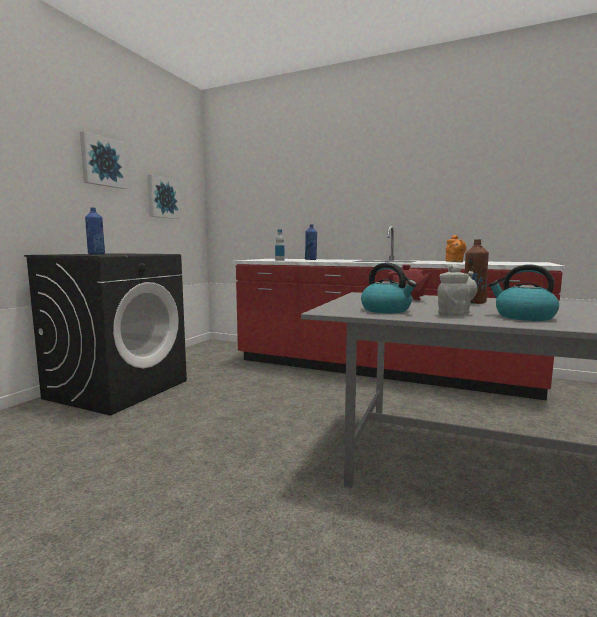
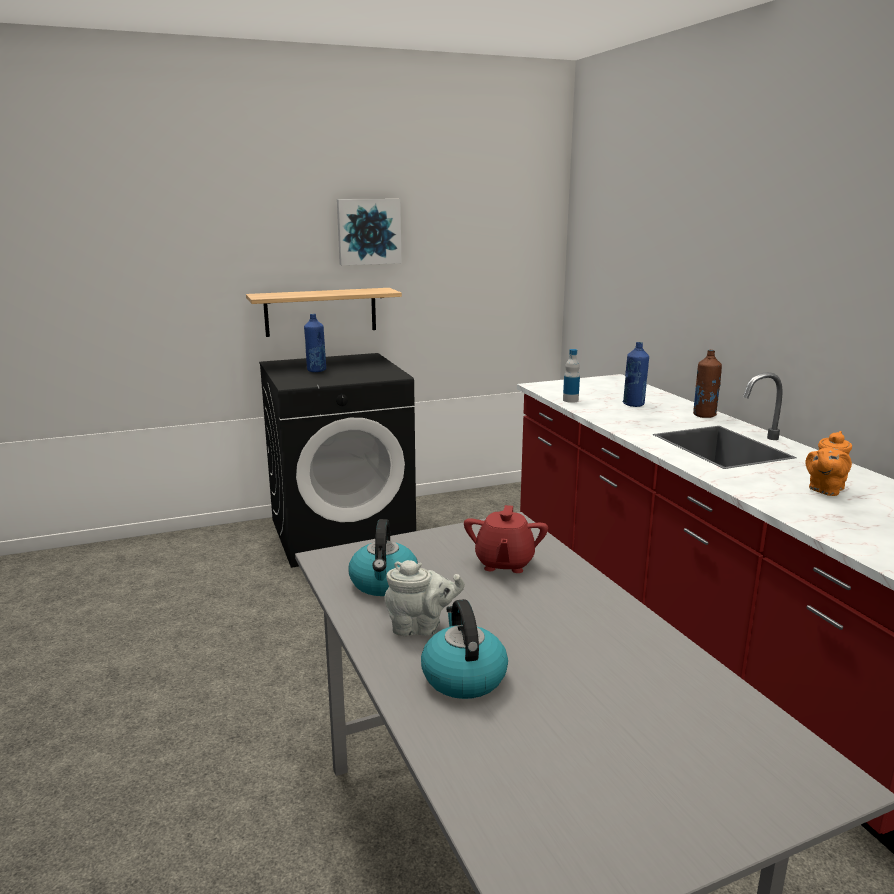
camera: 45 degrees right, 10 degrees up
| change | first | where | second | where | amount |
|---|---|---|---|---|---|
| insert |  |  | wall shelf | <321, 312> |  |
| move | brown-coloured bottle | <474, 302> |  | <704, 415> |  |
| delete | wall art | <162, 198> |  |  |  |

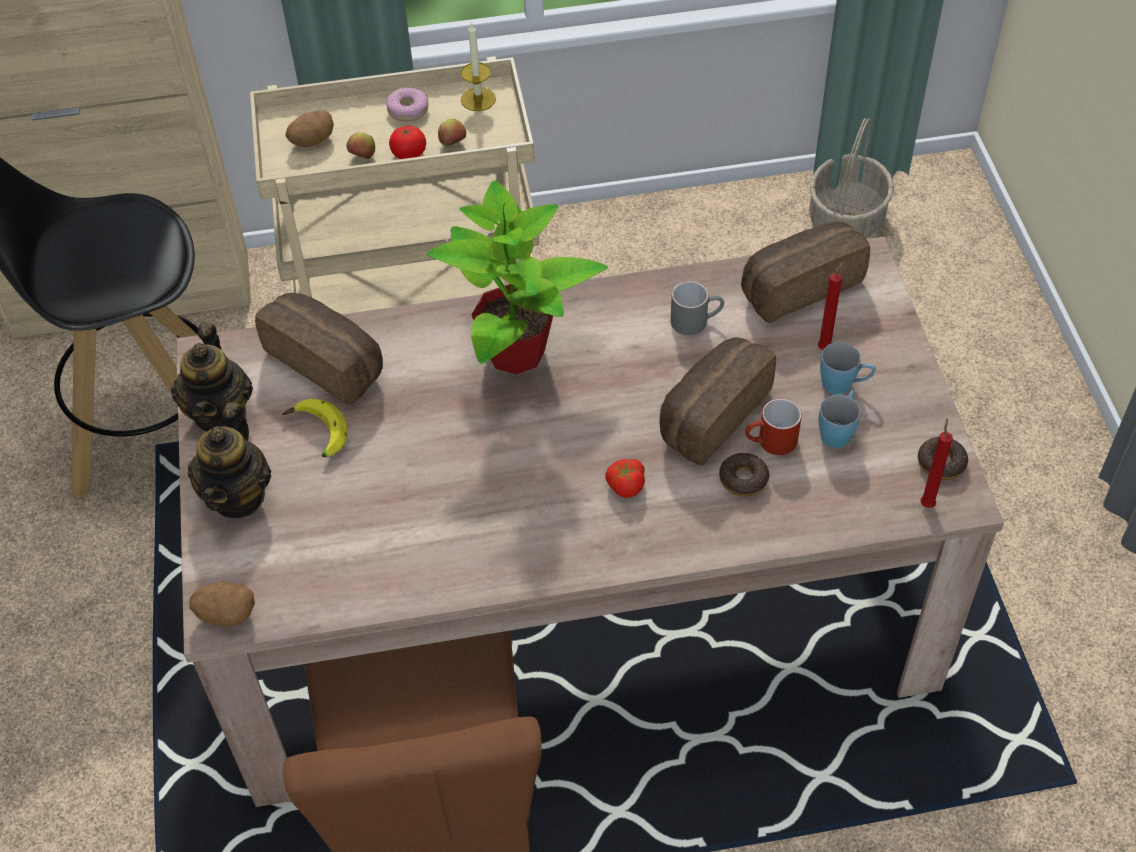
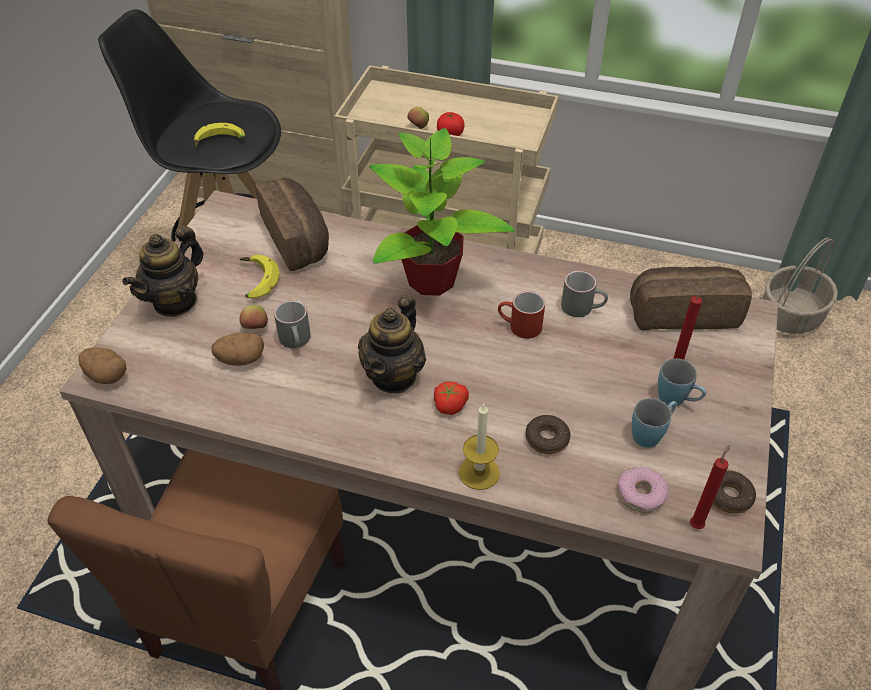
camera: 25 degrees right, 5 degrees down
| change | first | where | second | where | amount |
|---|---|---|---|---|---|
| insert |  |  | banana | <220, 142> |  |
| move | spud | <312, 141> |  | <240, 359> |  |
| move | whole apple | <453, 144> |  | <255, 328> |  |
| insert |  |  | grey coffee mug | <297, 341> |  |
| move | tea pot | <221, 413> |  | <394, 375> |  |
| move | wax candle | <478, 99> |  | <479, 472> |  |
| move | reddish coffee mug | <771, 443> |  | <519, 327> |  |
| move | ring doughnut | <408, 109> |  | <641, 494> |  |
| delete | baked bread | <710, 414> |  |  |  |

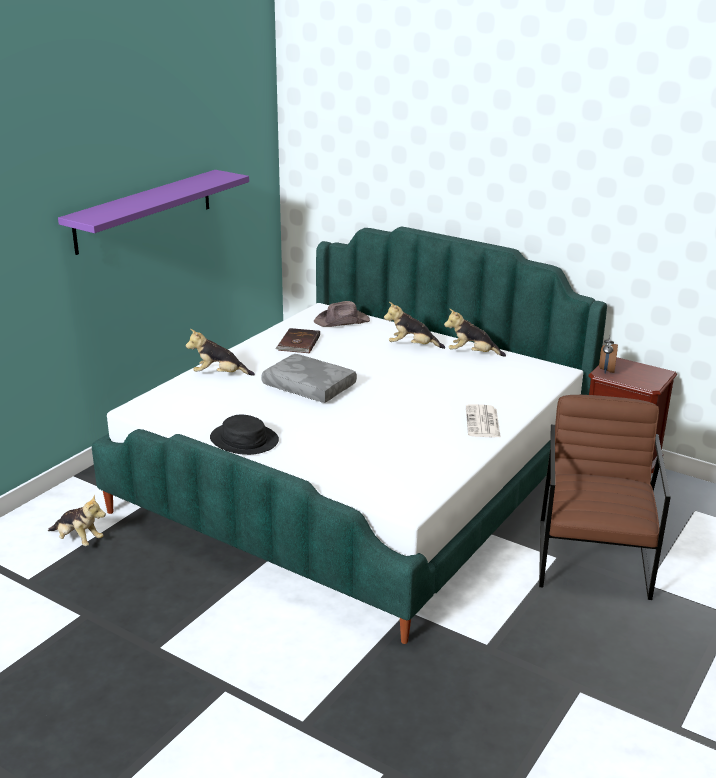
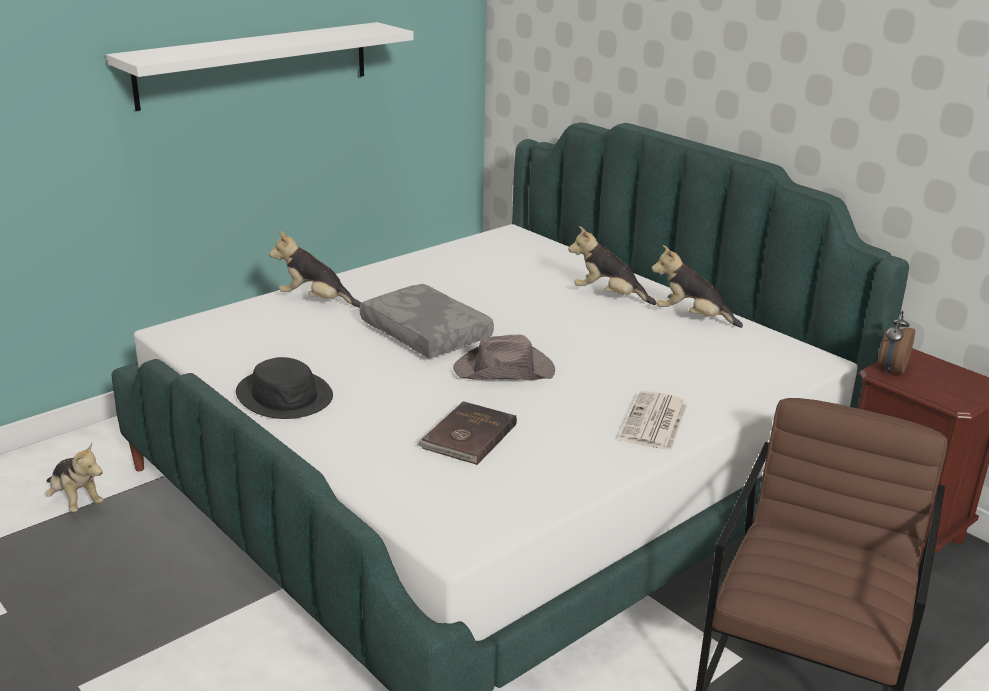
camera: 15 degrees right, 0 degrees up
| change | first | where | second | where | amount |
|---|---|---|---|---|---|
| recolor | purple wall shelf | <144, 210> | whitish wall shelf | <255, 64> |  |
| move | brown-coloured book | <298, 343> |  | <467, 436> |  |
| move | brown-coloured wearable hat | <342, 321> |  | <505, 371> |  |

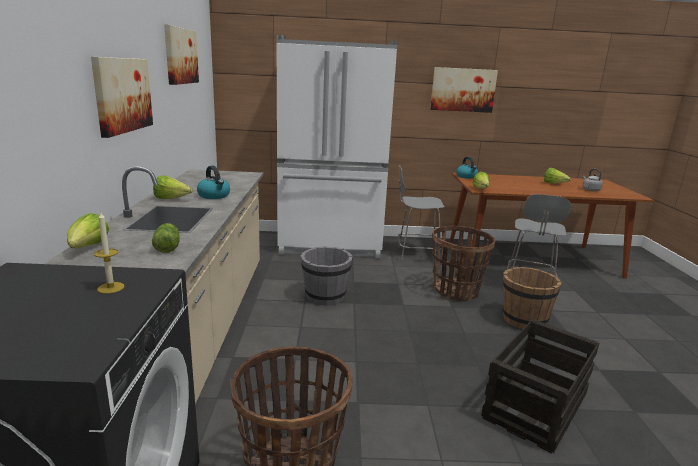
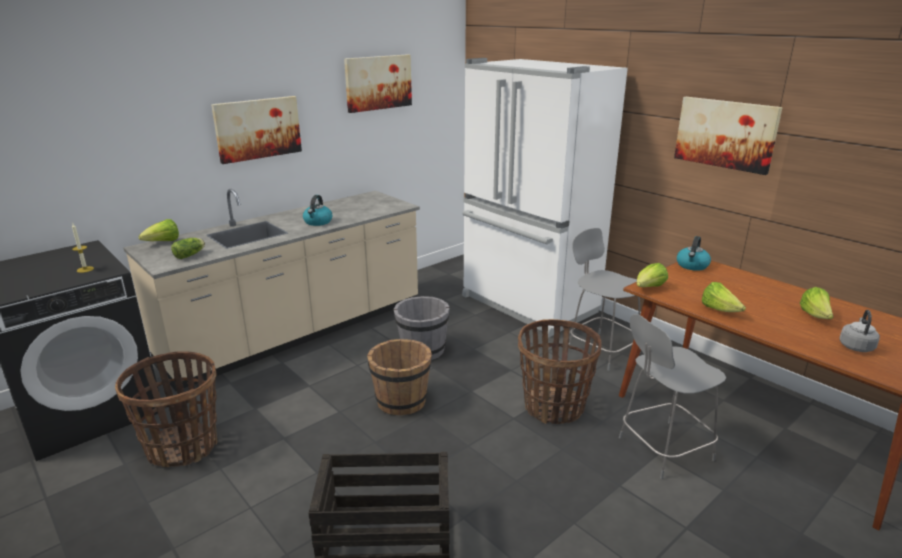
camera: 50 degrees right, 5 degrees up
| change | first | where | second | where | amount |
|---|---|---|---|---|---|
| move | brown-coloured bucket | <523, 320> |  | <401, 401> |  |
| move | lettuce head | <171, 199> |  | <719, 310> |  |

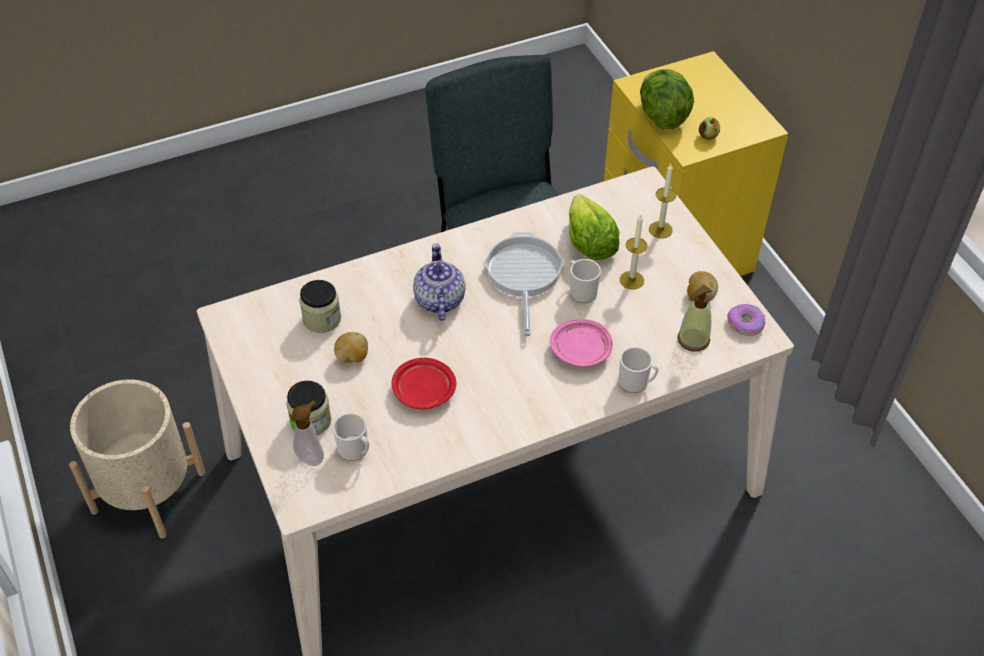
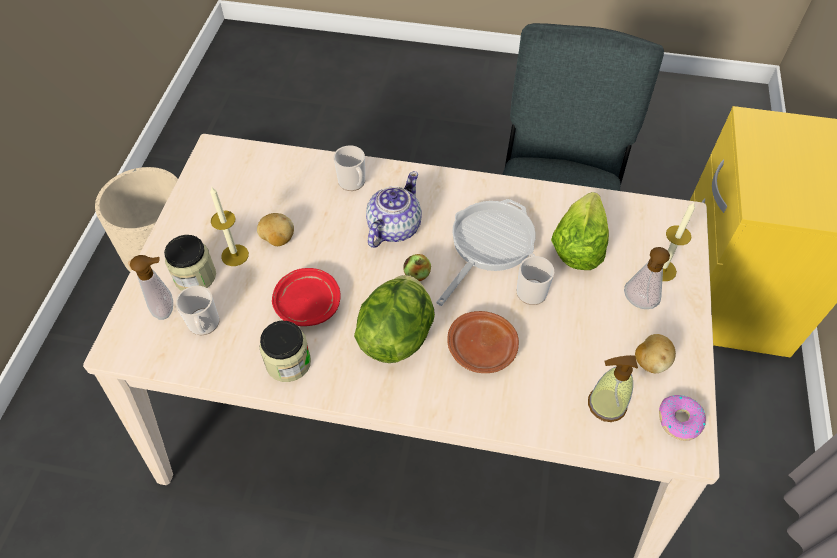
camera: 35 degrees right, 5 degrees up
| change | first | where | second | where | amount |
|---|---|---|---|---|---|
| move | wax candle | <631, 280> |  | <235, 255> |  |
| move | jar | <322, 319> |  | <288, 362> |  |
| move | coffee mug | <636, 383> |  | <353, 183> |  |
| move | lettuce head | <662, 116> |  | <397, 334> |  |
| move | whole apple | <708, 136> |  | <417, 275> |  |
| recolor | pink dinner plate | <581, 350> | brown-coloured dinner plate | <482, 349> |  |
| insert |  |  | liquid soap bottle | <637, 304> |  |

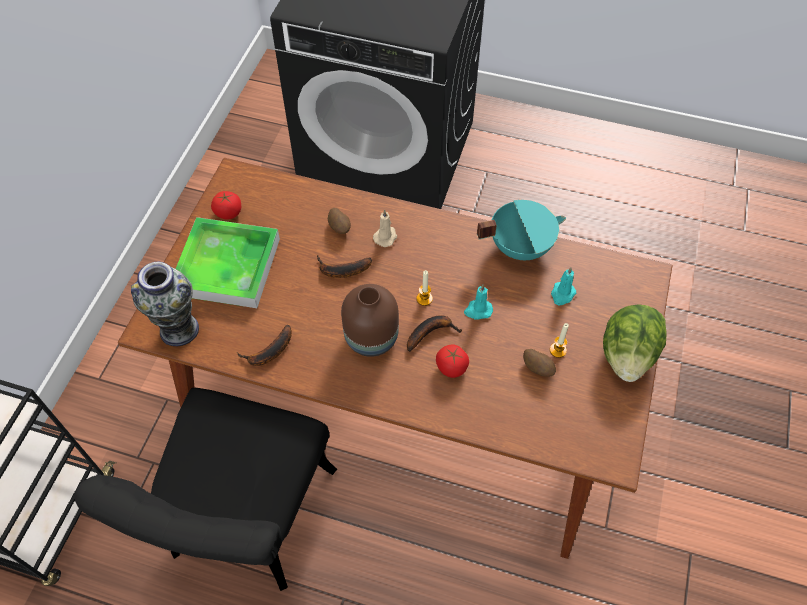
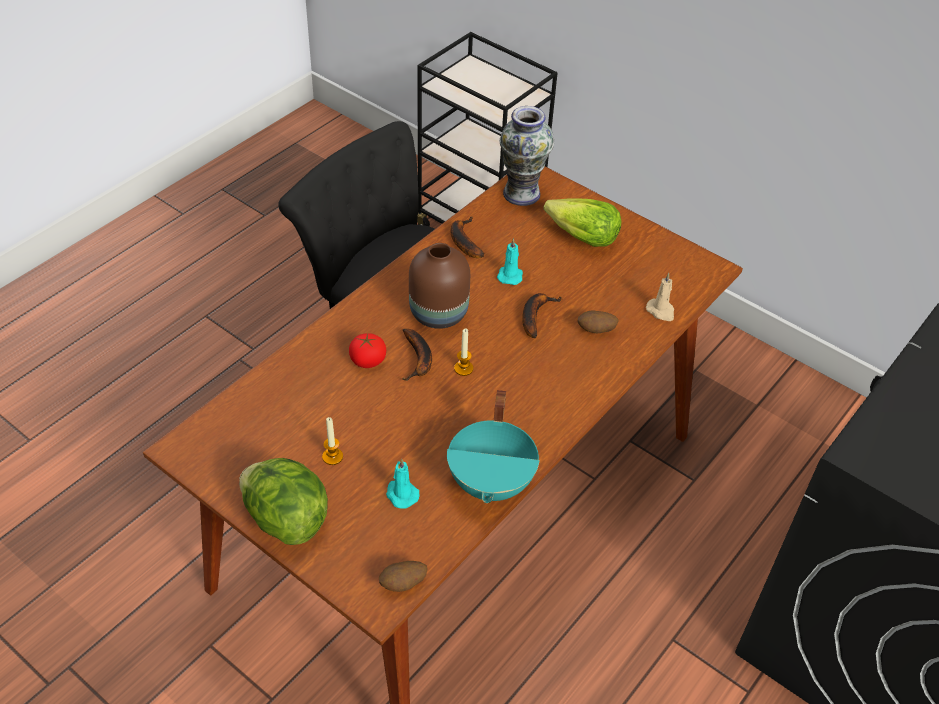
camera: 110 degrees right, 10 degrees down
| change | first | where | second | where | amount |
|---|---|---|---|---|---|
| move | spud | <537, 368> |  | <403, 584> |  |
| move | turquoise wax candle | <478, 310> |  | <510, 275> |  |
| replace | serving tray | <227, 266> | lettuce head | <582, 237> |  |
| move | sand-coloured wax candle | <386, 237> |  | <661, 311> |  |
| delete | tomato | <228, 213> |  |  |  |

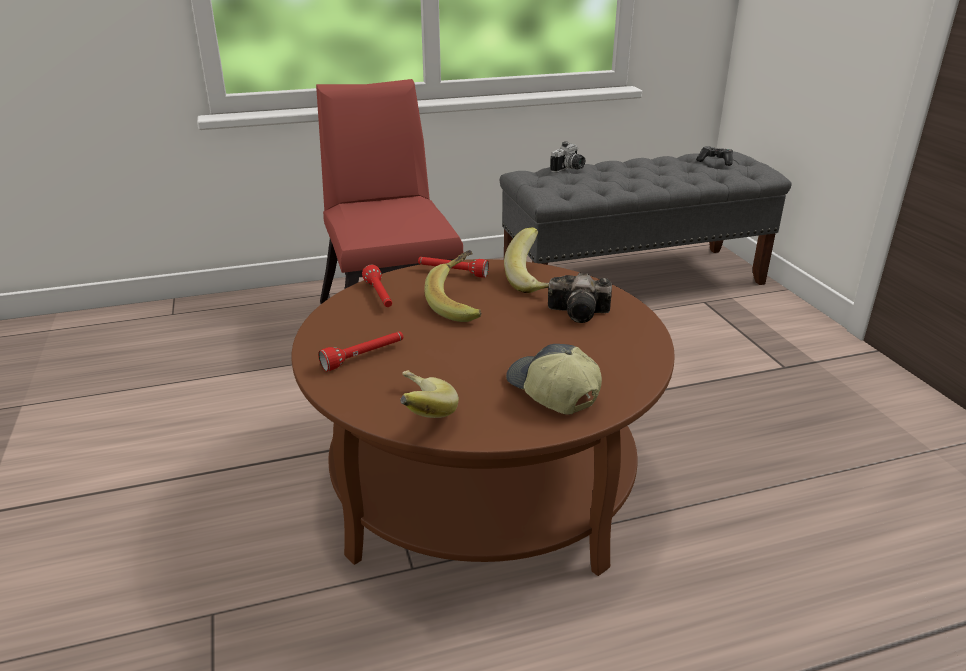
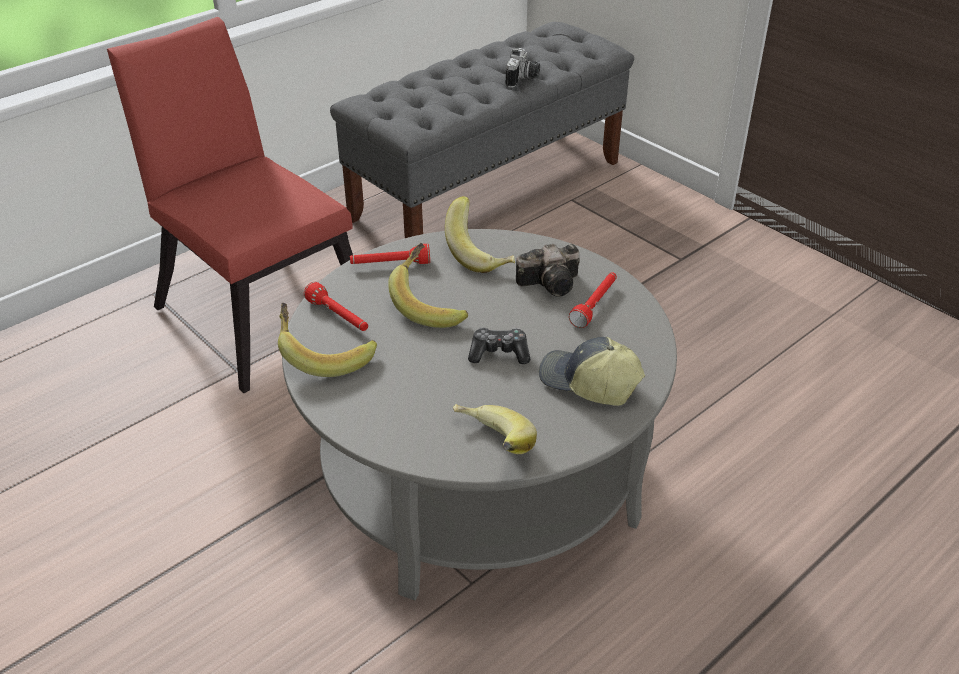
camera: 25 degrees left, 10 degrees up
| change | first | where | second | where | amount |
|---|---|---|---|---|---|
| insert |  |  | banana | <324, 355> |  |
| recolor | brown-coloured lounge table | <482, 481> | grey lounge table | <479, 471> |  |
| move | game controller | <715, 161> |  | <499, 353> |  |
| move | still camera | <569, 169> |  | <523, 79> |  |
| move | reddish torch | <364, 357> |  | <595, 305> |  |

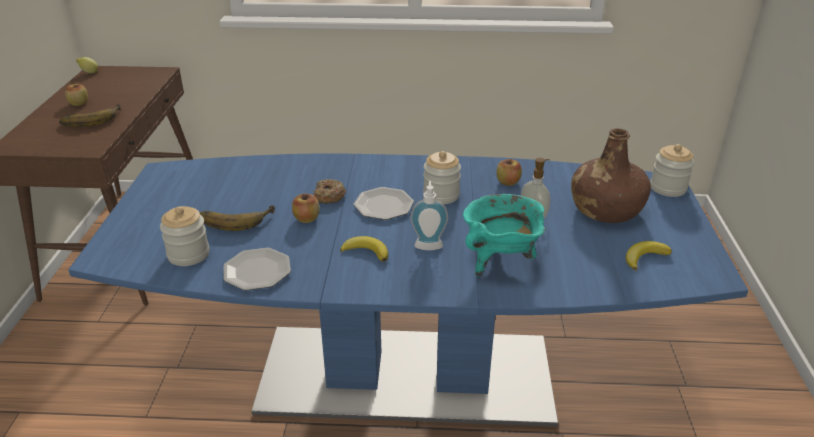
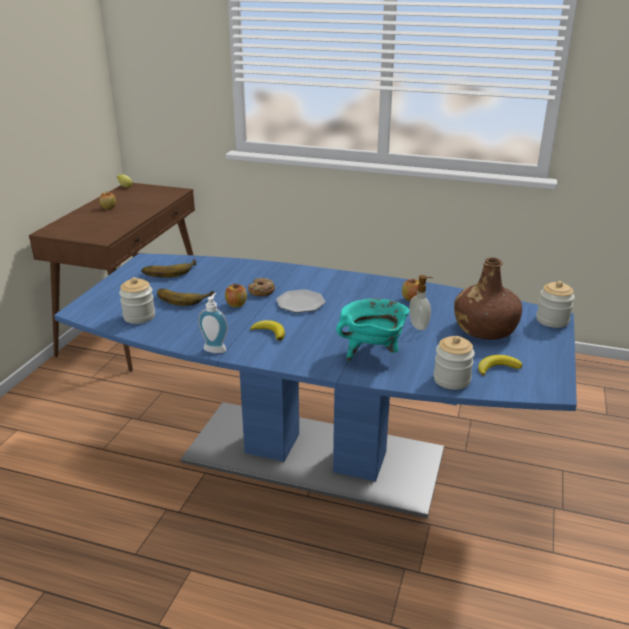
camera: 15 degrees right, 5 degrees down
| change | first | where | second | where | amount |
|---|---|---|---|---|---|
| move | banana | <91, 119> |  | <169, 270> |  |
| move | liquid soap bottle | <428, 244> |  | <216, 348> |  |
| move | jar | <441, 195> |  | <451, 380> |  |
| delete | dinner plate | <258, 271> |  |  |  |

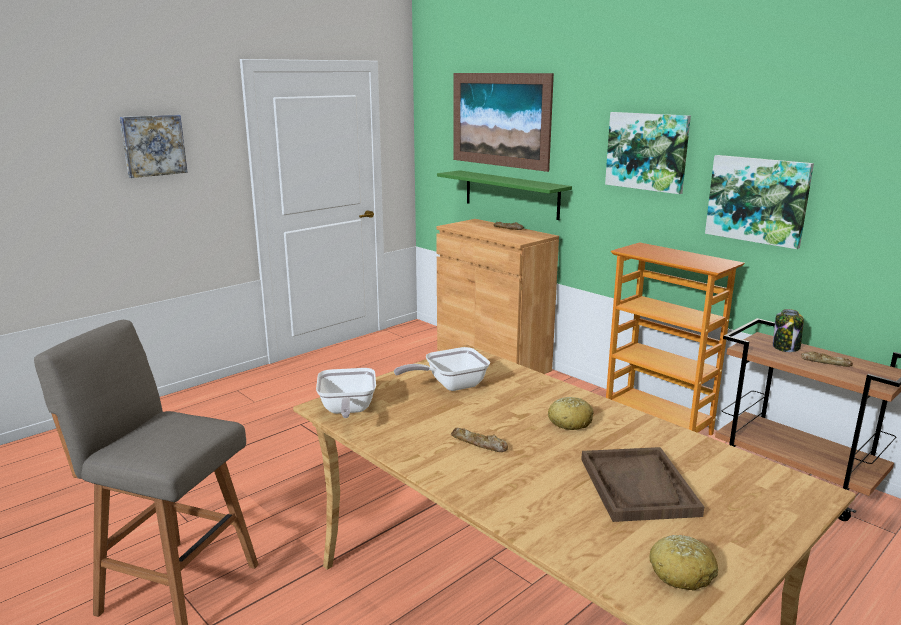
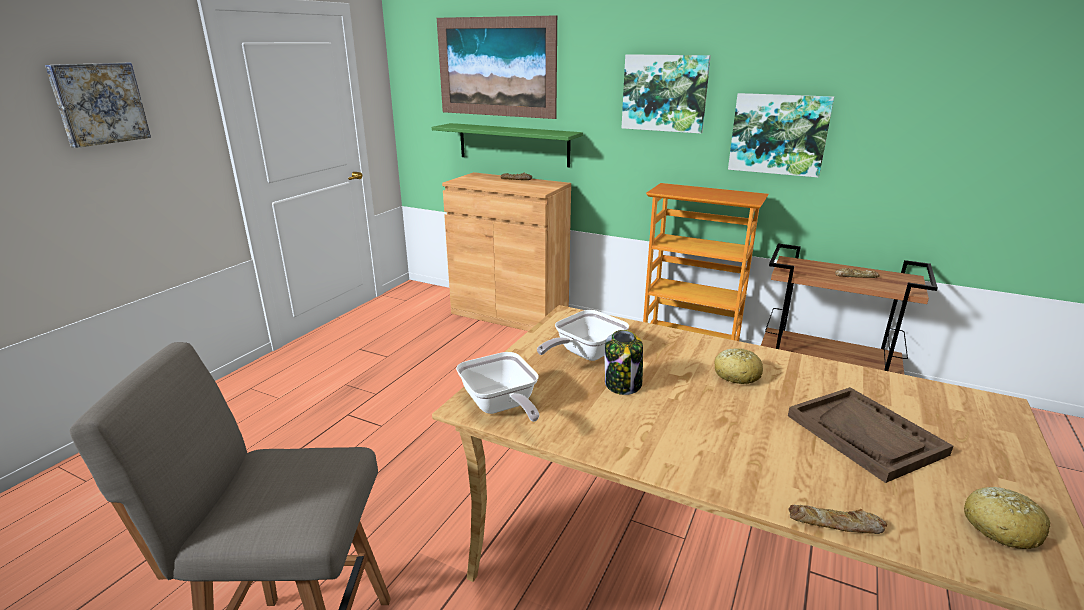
camera: 20 degrees left, 5 degrees up
| change | first | where | second | where | amount |
|---|---|---|---|---|---|
| move | jar | <786, 347> |  | <623, 384> |  |
| move | baked bread | <479, 444> |  | <836, 525> |  |

